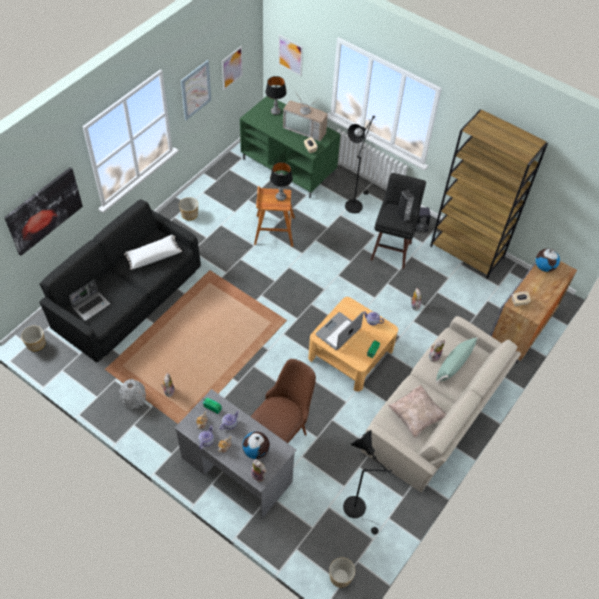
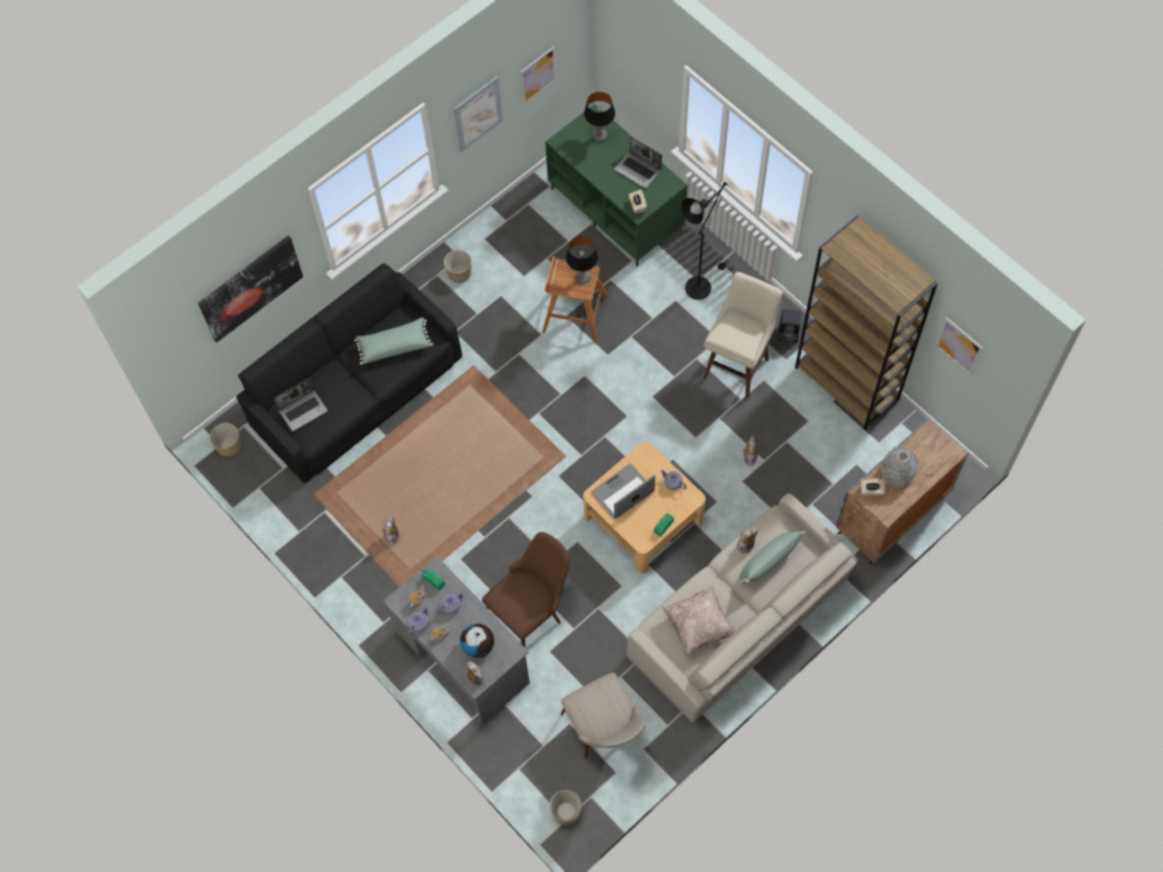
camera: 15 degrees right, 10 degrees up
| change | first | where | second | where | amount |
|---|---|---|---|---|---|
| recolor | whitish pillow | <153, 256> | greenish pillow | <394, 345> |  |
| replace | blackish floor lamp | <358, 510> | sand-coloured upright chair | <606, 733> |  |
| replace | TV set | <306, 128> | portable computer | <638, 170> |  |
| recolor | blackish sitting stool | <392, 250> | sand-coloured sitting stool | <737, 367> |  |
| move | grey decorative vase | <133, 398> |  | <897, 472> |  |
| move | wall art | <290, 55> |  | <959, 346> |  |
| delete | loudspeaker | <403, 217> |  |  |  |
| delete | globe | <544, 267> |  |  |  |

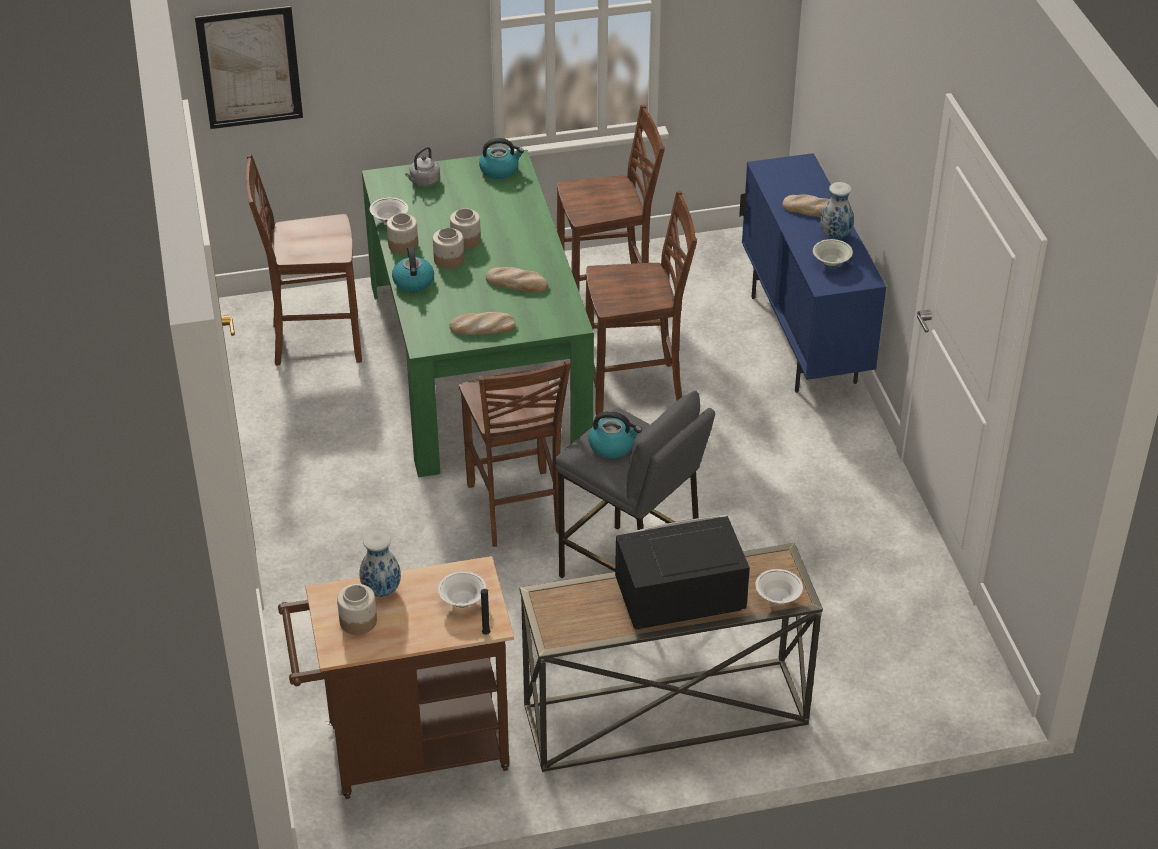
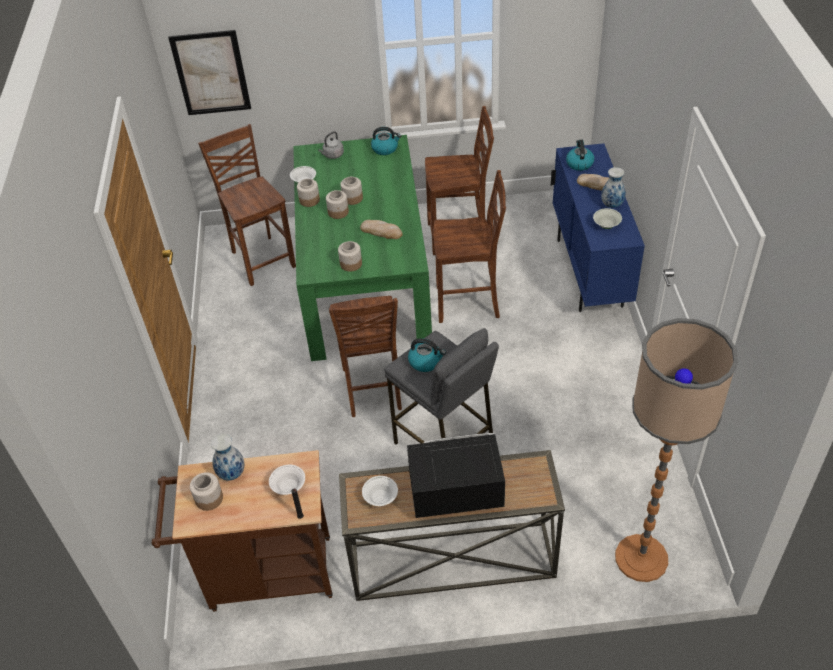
camera: 10 degrees right, 5 degrees up
| change | first | where | second | where | amount |
|---|---|---|---|---|---|
| rotate | brown-coloured upright chair | <314, 341> |  | <262, 259> | 60 degrees clockwise |
| replace | baked bread | <482, 327> | jar | <351, 264> |  |
| move | whitish bowl | <777, 598> |  | <380, 498> |  |
| move | water kettle | <413, 281> |  | <579, 163> |  |
| insert |  |  | floor lamp | <641, 558> |  |

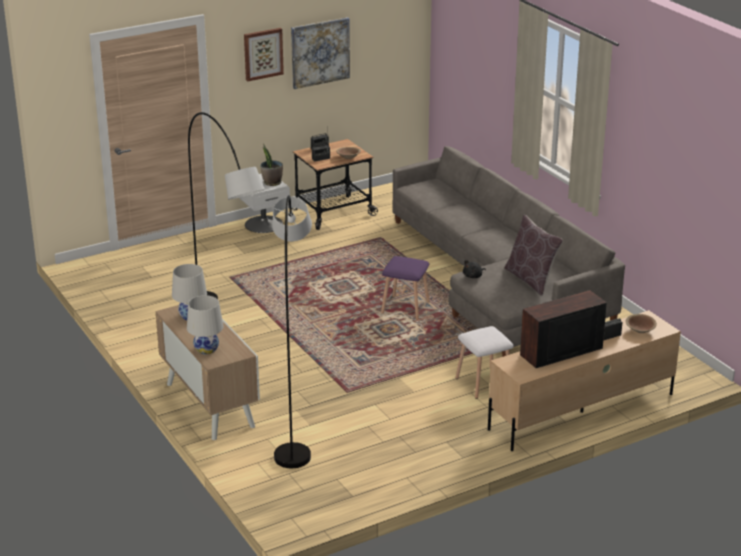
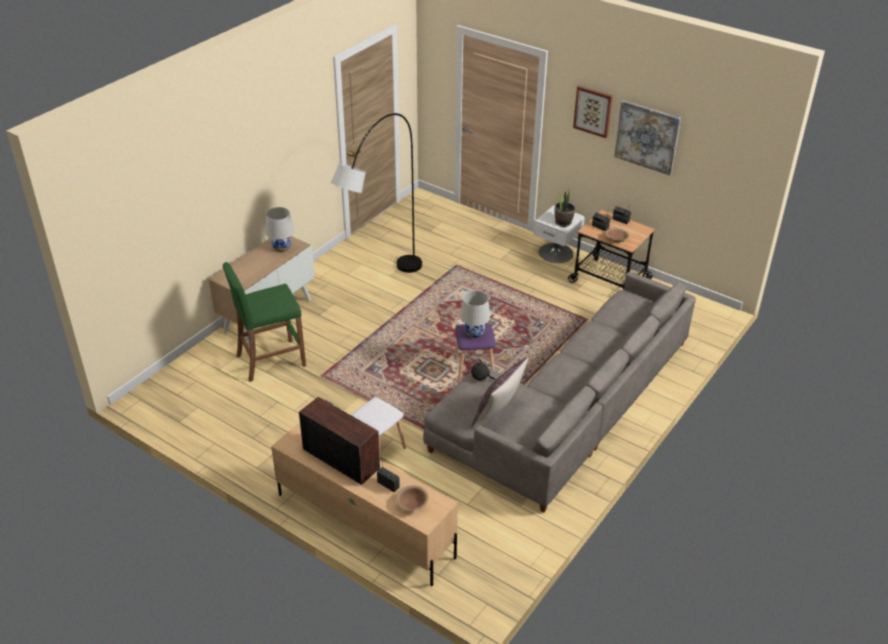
camera: 65 degrees right, 10 degrees up
| change | first | where | second | where | amount |
|---|---|---|---|---|---|
| replace | grey floor lamp | <294, 418> | greenish sitting stool | <270, 360> |  |
| move | whitish lamp for a table | <206, 349> |  | <474, 333> |  |

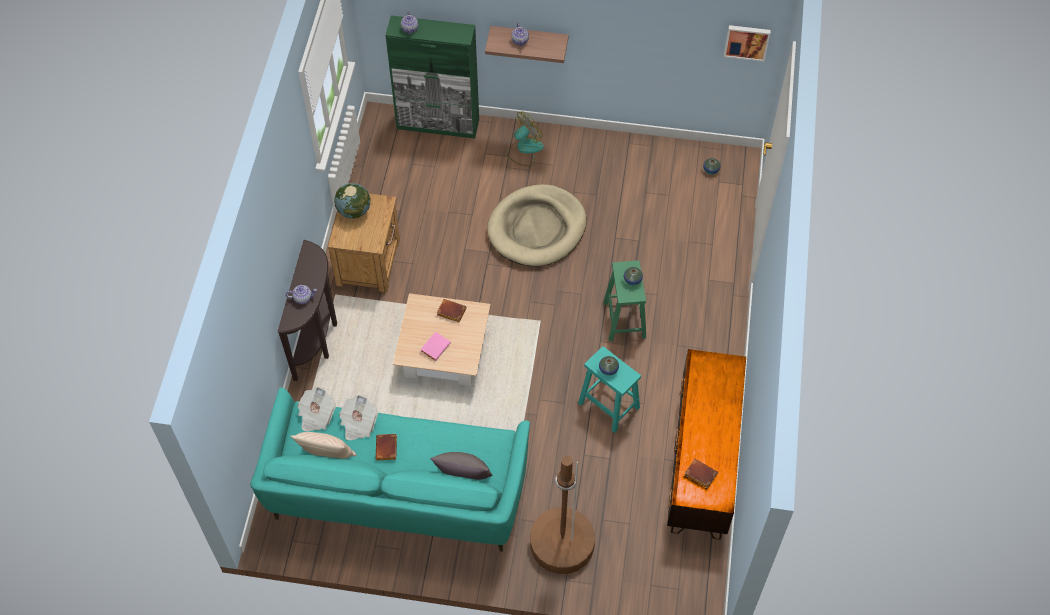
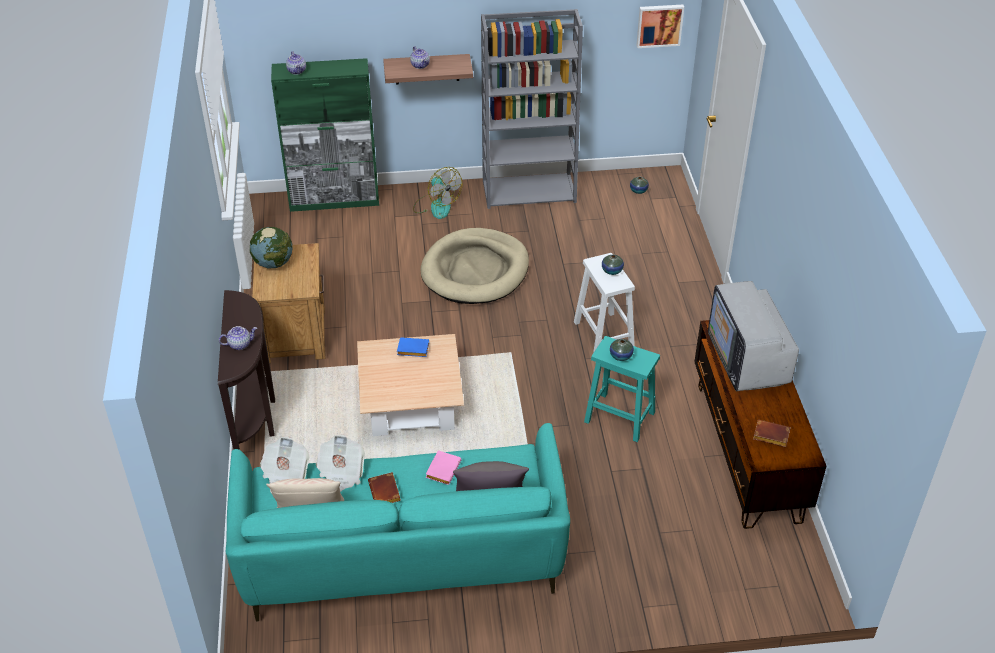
camera: 15 degrees left, 15 degrees down
| change | first | where | second | where | amount |
|---|---|---|---|---|---|
| recolor | brown-coloured book | <450, 312> | bluish book | <412, 350> |  |
| rotate | electric fan | <524, 149> |  | <436, 206> | 105 degrees clockwise |
| move | pink book | <435, 347> |  | <442, 469> |  |
| insert |  |  | grey shelving unit | <530, 191> |  |
| recolor | greenish sitting stool | <624, 320> | whitish sitting stool | <604, 335> |  |
| insert |  |  | TV set | <747, 361> |  |
| delete | brown-coloured floor lamp | <561, 544> |  |  |  |

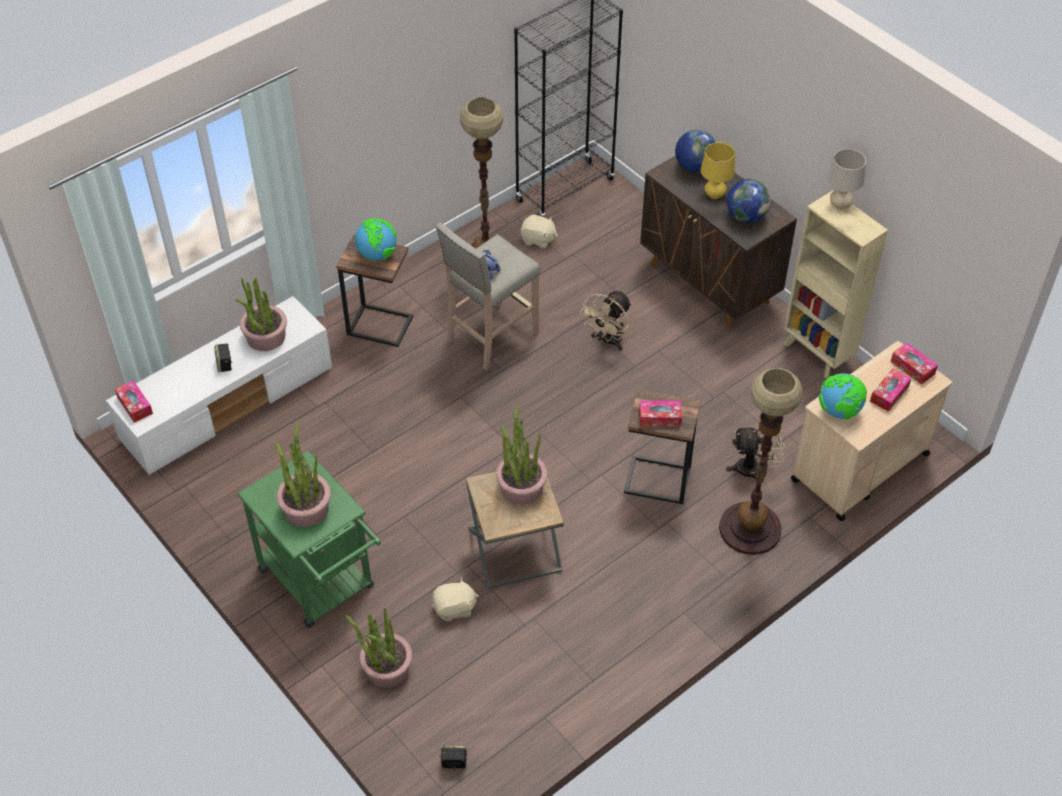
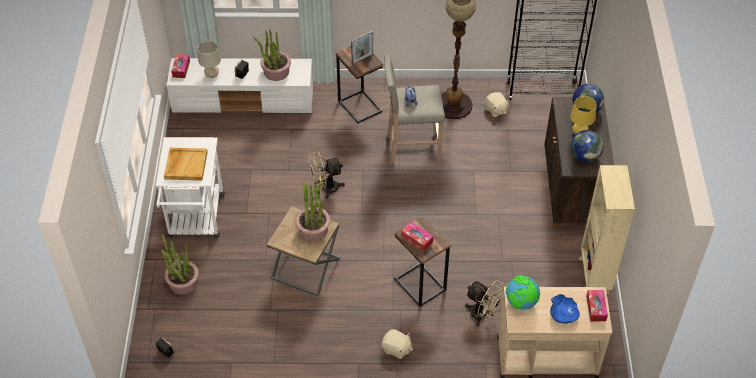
camera: 40 degrees right, 0 degrees up
| change | first | where | second | where | amount |
|---|---|---|---|---|---|
| recolor | greenish wheeled cart | <322, 584> | whitish wheeled cart | <196, 220> |  |
| replace | plant in a pot | <306, 508> | sand-coloured serving tray | <186, 165> |  |
| move | sand-coloured lamp for a table | <839, 205> |  | <212, 75> |  |
| move | sand-coloured electric fan | <608, 341> |  | <325, 188> |  |
| replace | globe | <377, 255> | picture frame | <362, 59> |  |
| move | sand-coloured plush toy | <455, 608> |  | <396, 349> |  |
| replace | tissue box | <889, 394> | bluish bowl | <563, 313> |  |
| delete | floor lamp | <750, 529> |  |  |  |

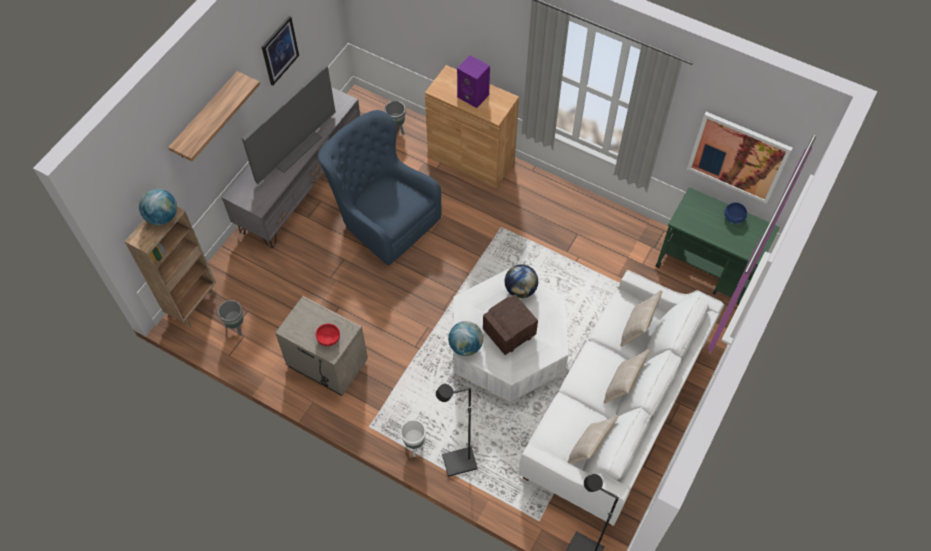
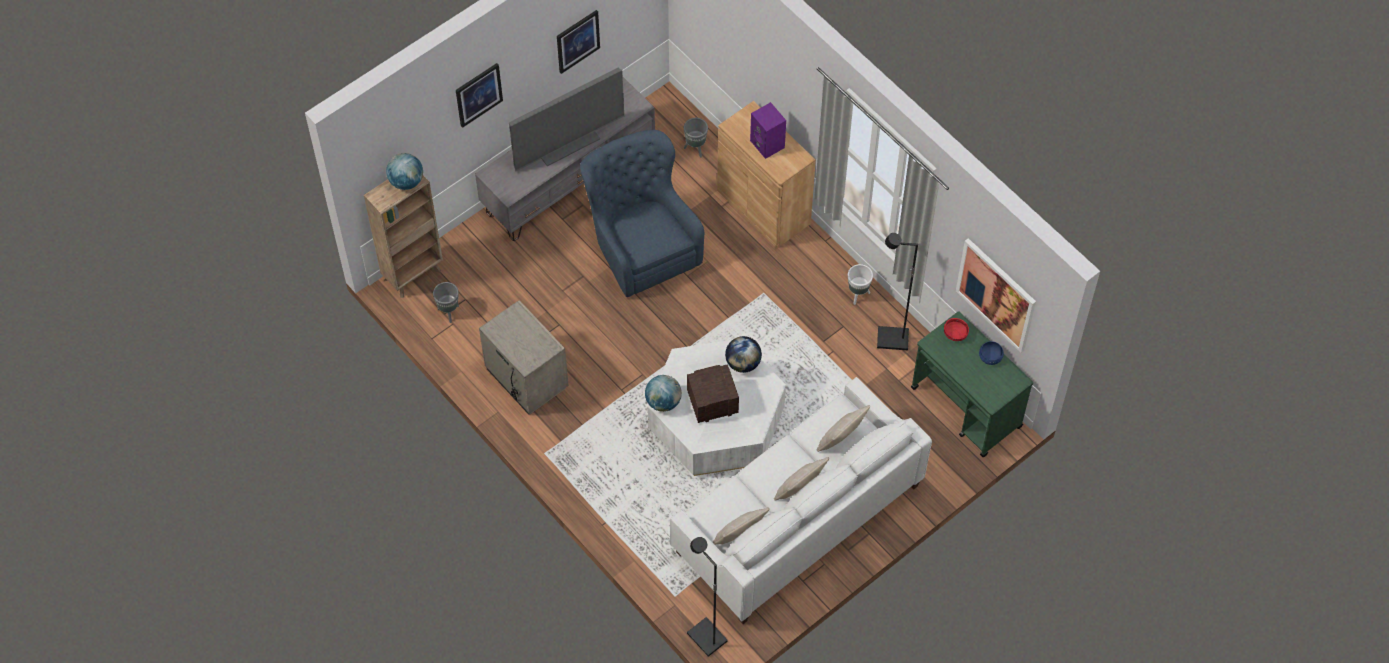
camera: 20 degrees right, 0 degrees up
| change | first | where | second | where | amount |
|---|---|---|---|---|---|
| replace | wall shelf | <206, 117> | wall art | <478, 94> |  |
| move | whitish planter | <414, 445> |  | <858, 295> |  |
| move | blackish floor lamp | <459, 463> |  | <892, 340> |  |
| move | reddish bowl | <329, 338> |  | <955, 334> |  |

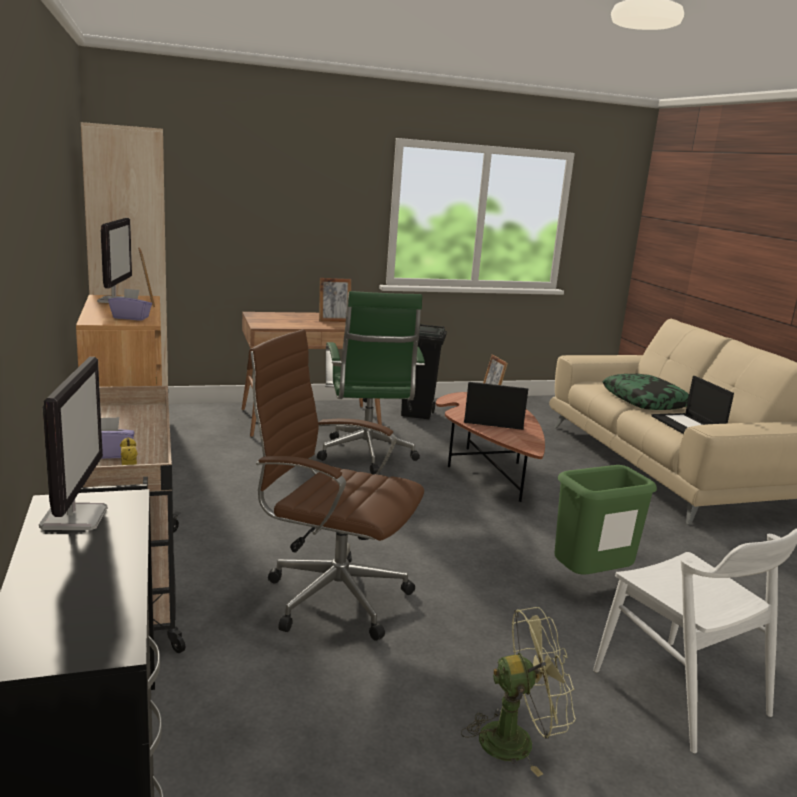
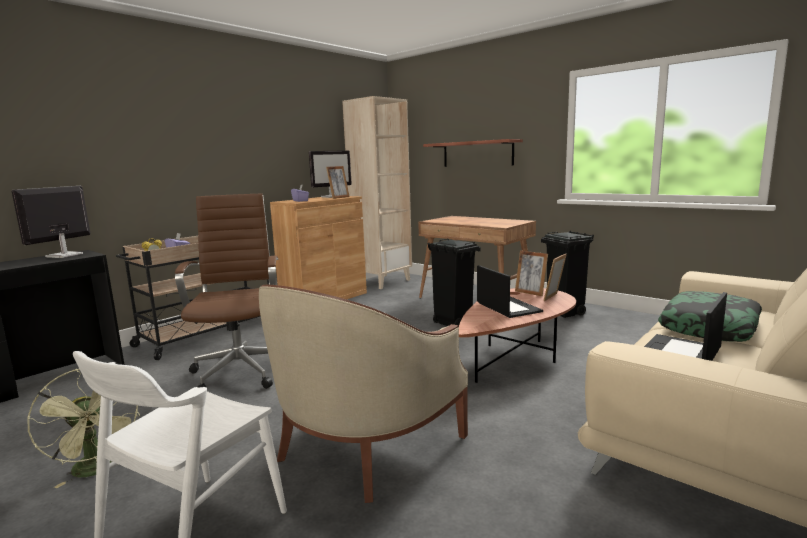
camera: 60 degrees right, 5 degrees down
| change | first | where | second | where | amount |
|---|---|---|---|---|---|
| rotate | computer display | <74, 517> |  | <64, 255> | 150 degrees clockwise |
| replace | greenish trash can | <590, 581> | sand-coloured lounge chair | <365, 445> |  |
| insert |  |  | wall shelf | <477, 154> |  |
| replace | greenish computer chair | <367, 456> | blackish trash can | <453, 324> |  |
| move | picture frame | <334, 320> |  | <530, 292> |  |

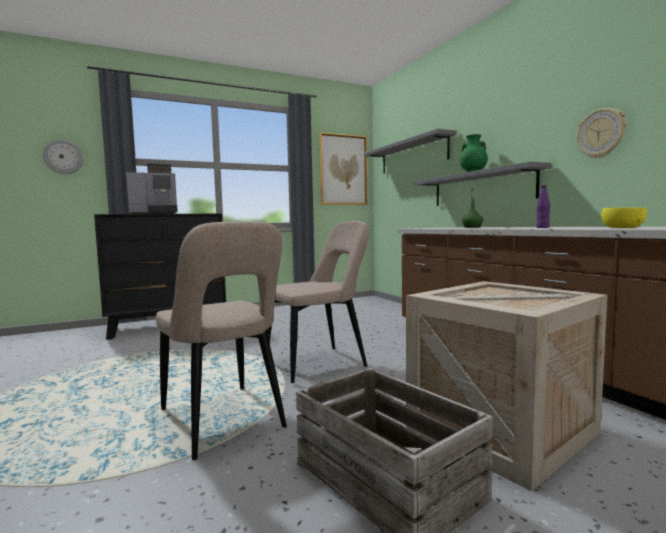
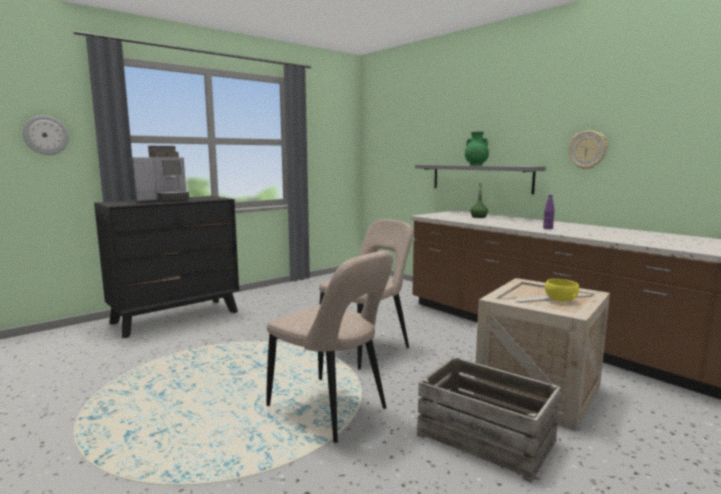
camera: 15 degrees left, 5 degrees up
| change | first | where | second | where | amount |
|---|---|---|---|---|---|
| move | yellow-coloured bowl | <622, 228> |  | <560, 299> |  |
| delete | wall art | <343, 170> |  |  |  |
| delete | grey wall shelf | <412, 155> |  |  |  |

